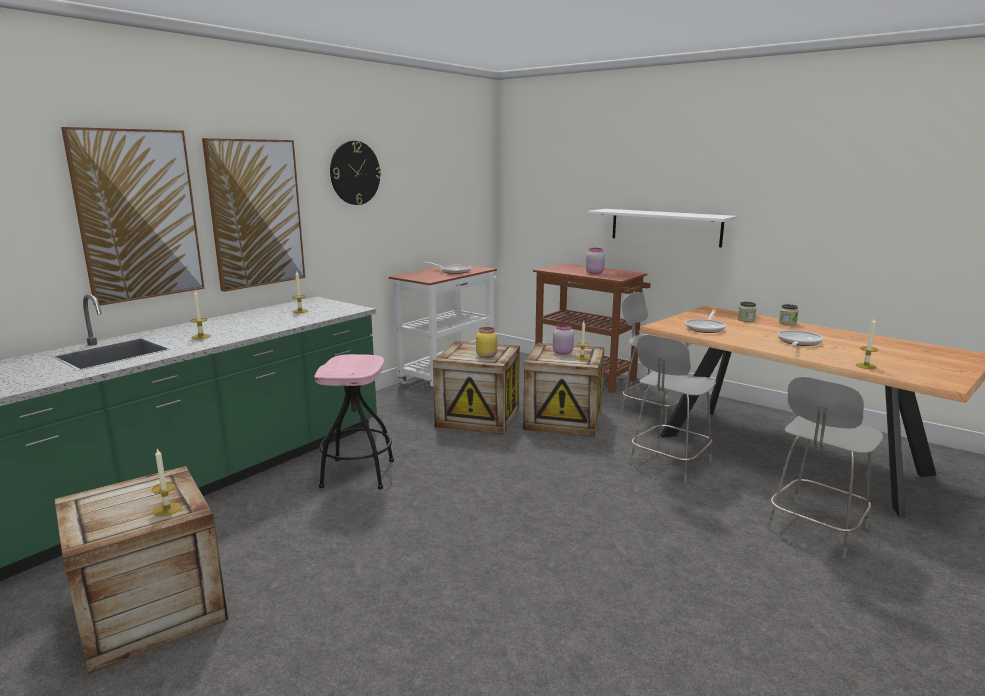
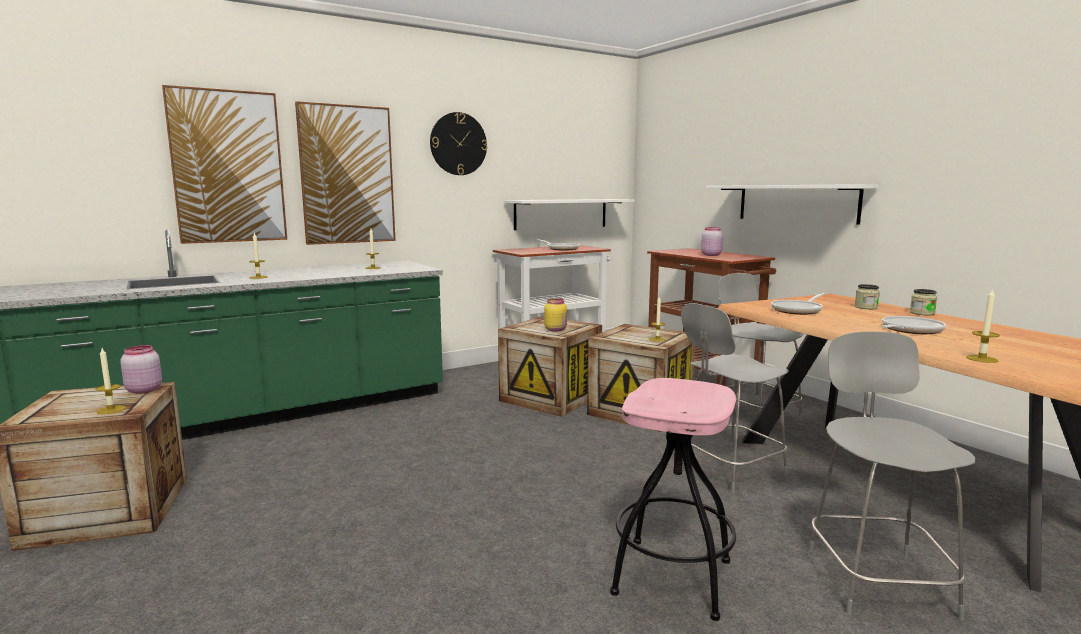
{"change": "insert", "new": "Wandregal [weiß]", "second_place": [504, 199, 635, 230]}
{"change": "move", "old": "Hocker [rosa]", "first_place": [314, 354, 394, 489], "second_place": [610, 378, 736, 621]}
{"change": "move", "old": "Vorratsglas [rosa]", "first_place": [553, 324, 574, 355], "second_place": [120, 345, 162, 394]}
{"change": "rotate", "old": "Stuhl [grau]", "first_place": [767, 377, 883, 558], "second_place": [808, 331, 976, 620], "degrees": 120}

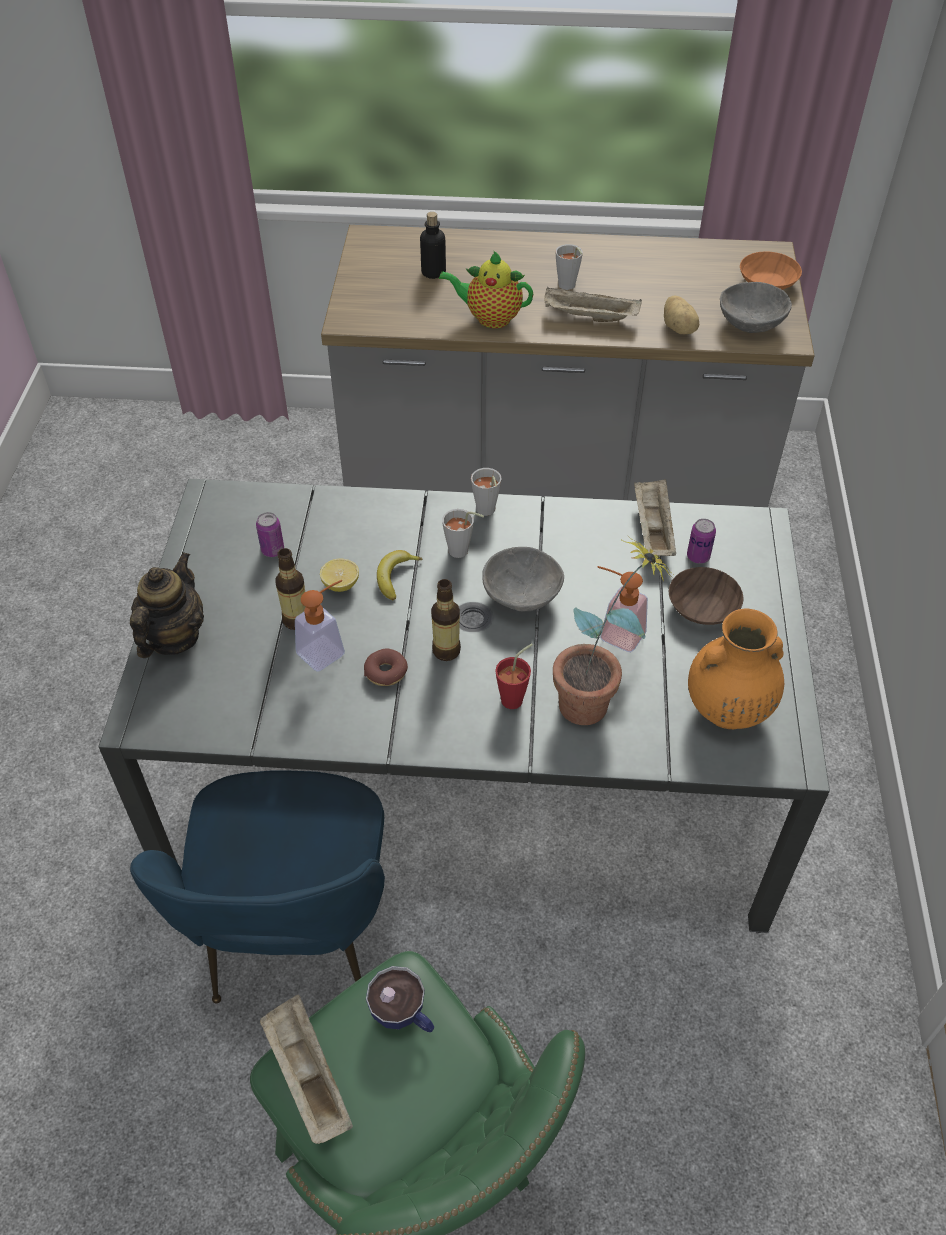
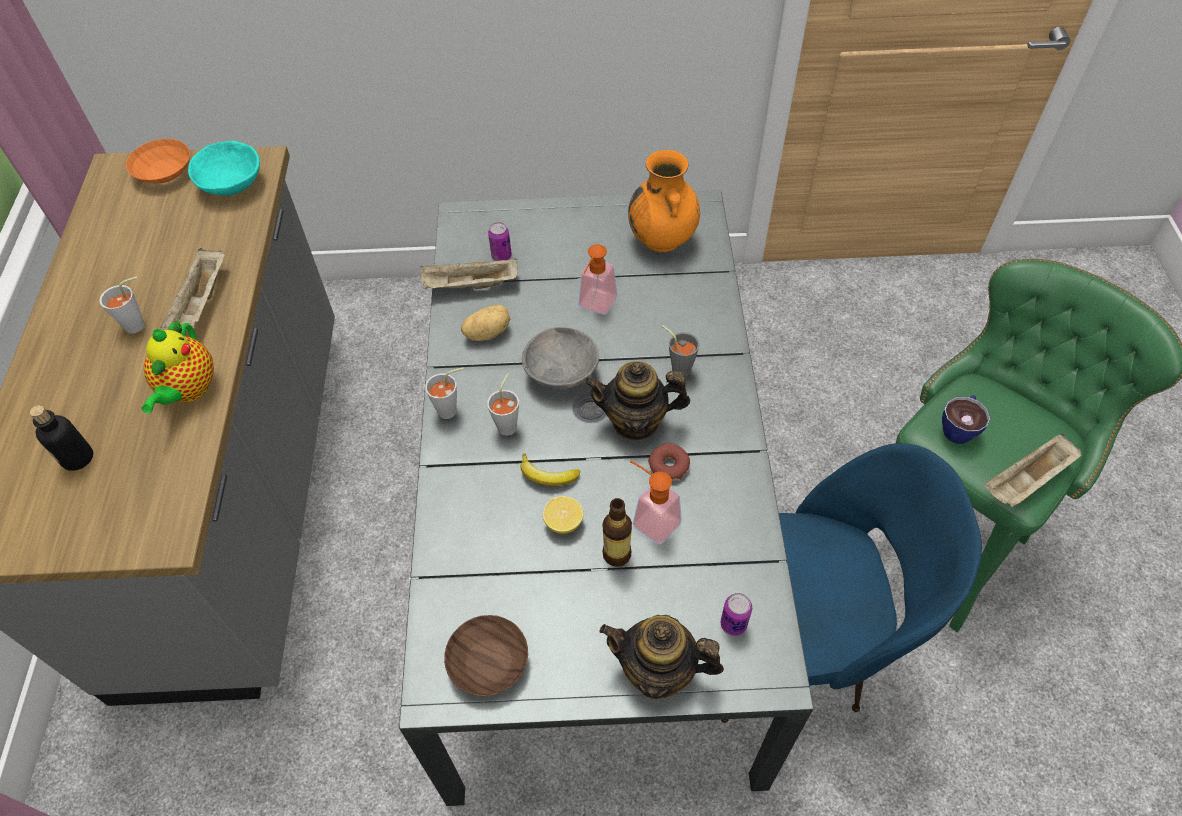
{"change": "delete", "old": "Topfpflanze", "first_place": [553, 535, 673, 725]}
{"change": "move", "old": "Dose", "first_place": [256, 512, 284, 557], "second_place": [721, 593, 752, 636]}
{"change": "move", "old": "Kartoffel", "first_place": [664, 296, 699, 334], "second_place": [461, 305, 510, 341]}
{"change": "move", "old": "Schüssel [braun]", "first_place": [669, 567, 744, 625], "second_place": [444, 615, 528, 696]}
{"change": "replace", "old": "Flasche", "new": "Teekanne", "first_place": [431, 579, 461, 661], "second_place": [584, 361, 690, 441]}
{"change": "recolor", "old": "Tasse [rot]", "new": "Tasse [grau]", "first_place": [495, 643, 533, 709], "second_place": [662, 325, 699, 377]}
{"change": "recolor", "old": "Schüssel [grau]", "new": "Schüssel [türkis]", "first_place": [720, 282, 792, 333], "second_place": [188, 141, 260, 196]}

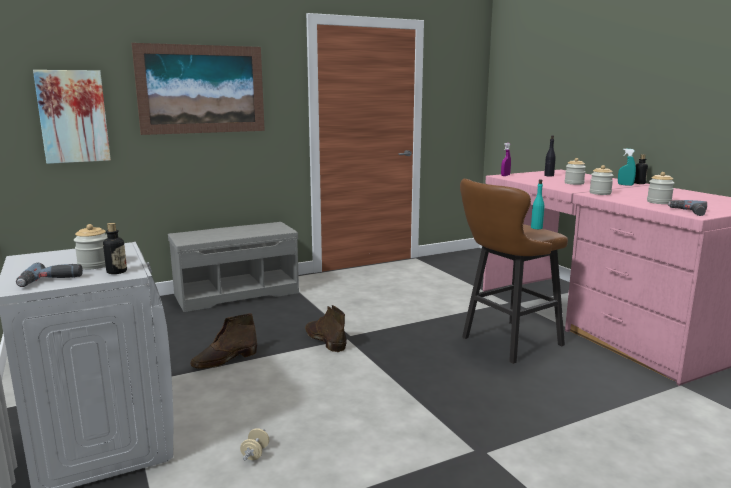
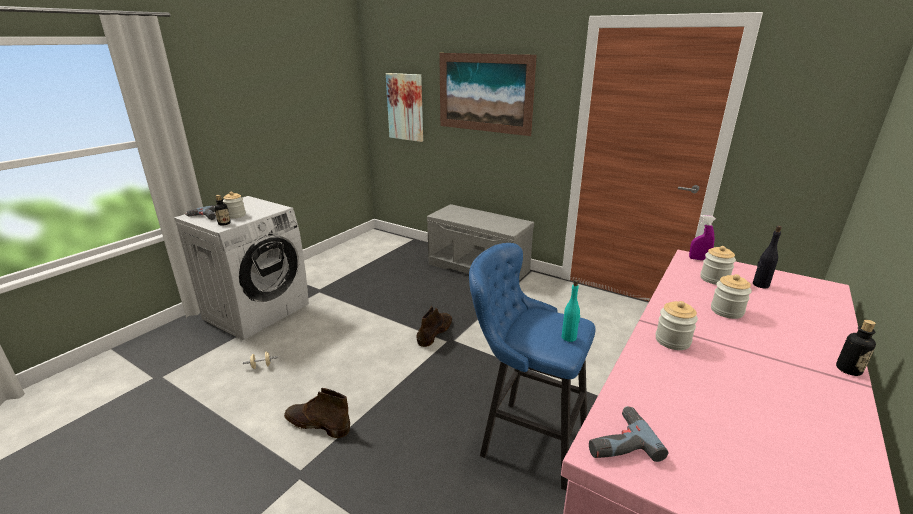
{"change": "delete", "old": "Sprühflasche [türkis]", "first_place": [618, 149, 636, 186]}
{"change": "move", "old": "Stiefel [braun]", "first_place": [190, 313, 257, 369], "second_place": [284, 388, 350, 438]}
{"change": "move", "old": "Vorratsglas", "first_place": [647, 172, 674, 204], "second_place": [700, 246, 736, 285]}
{"change": "recolor", "old": "Hocker [braun]", "new": "Hocker [blau]", "first_place": [460, 179, 568, 364], "second_place": [469, 243, 596, 491]}

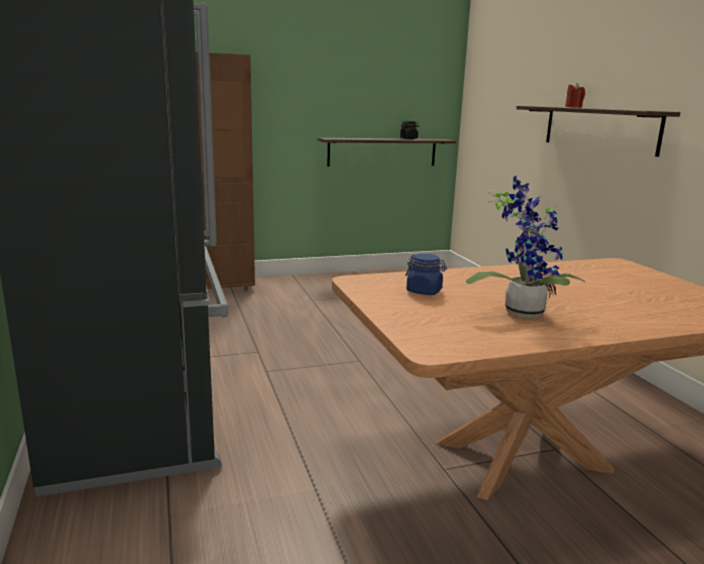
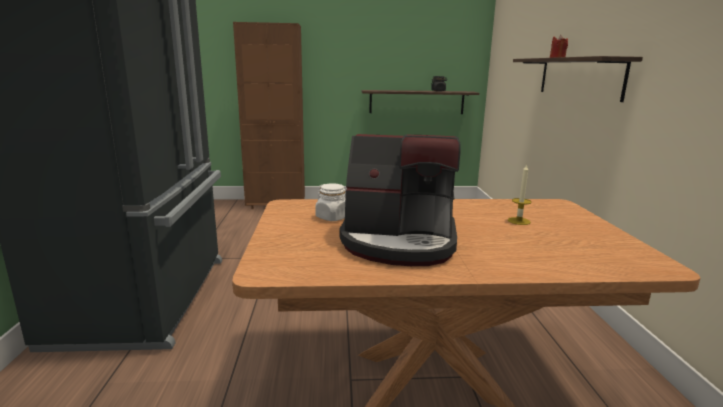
{"change": "insert", "new": "Kerze", "second_place": [508, 164, 532, 225]}
{"change": "replace", "old": "Topfpflanze", "new": "Kaffeemaschine", "first_place": [466, 176, 586, 318], "second_place": [339, 134, 461, 266]}
{"change": "recolor", "old": "Vorratsglas [blau]", "new": "Vorratsglas [weiß]", "first_place": [405, 254, 447, 295], "second_place": [315, 184, 346, 221]}

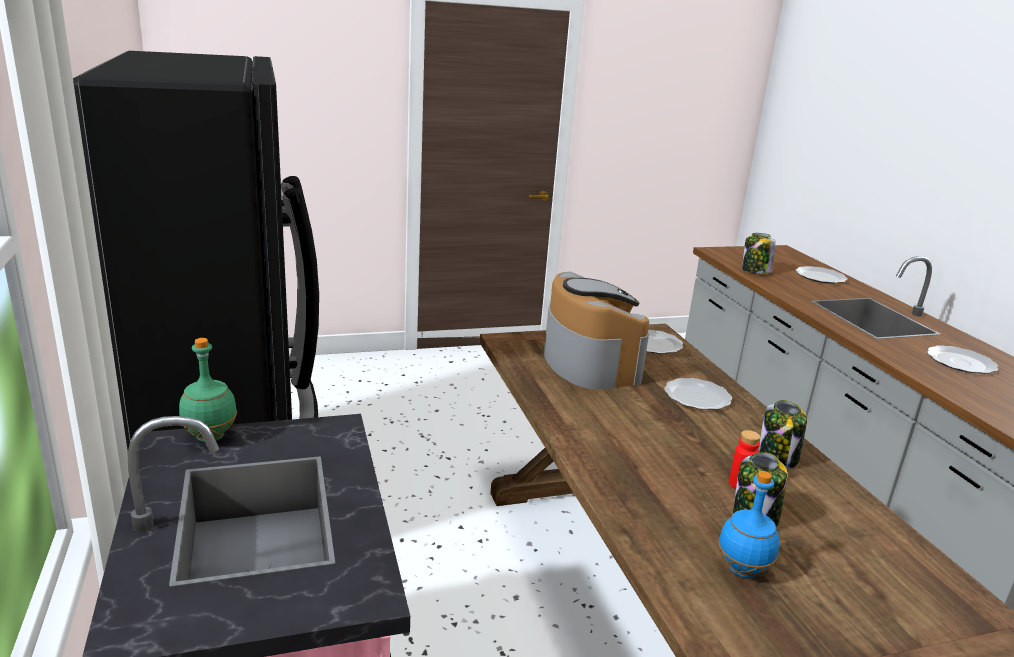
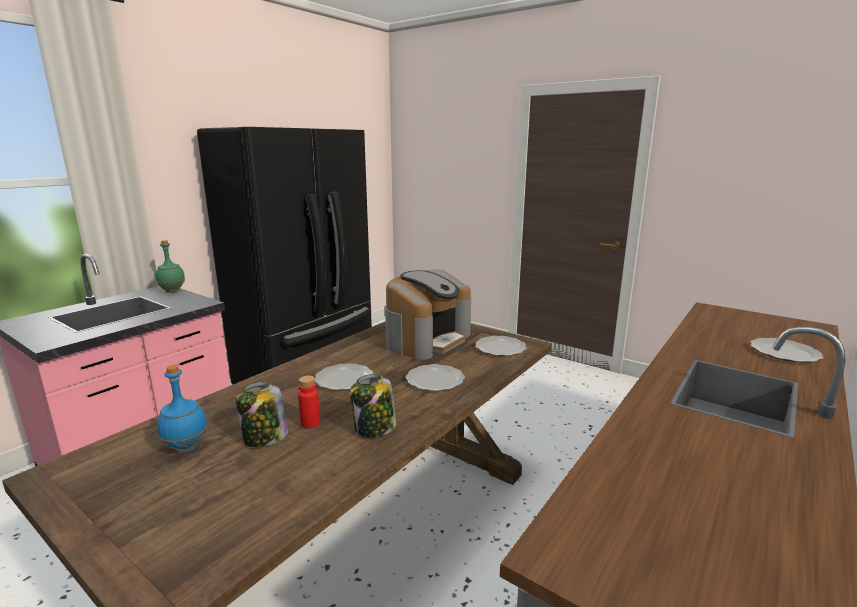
{"change": "delete", "old": "Vorratsglas", "first_place": [742, 233, 775, 274]}
{"change": "move", "old": "Teller", "first_place": [927, 345, 998, 374], "second_place": [315, 363, 373, 390]}

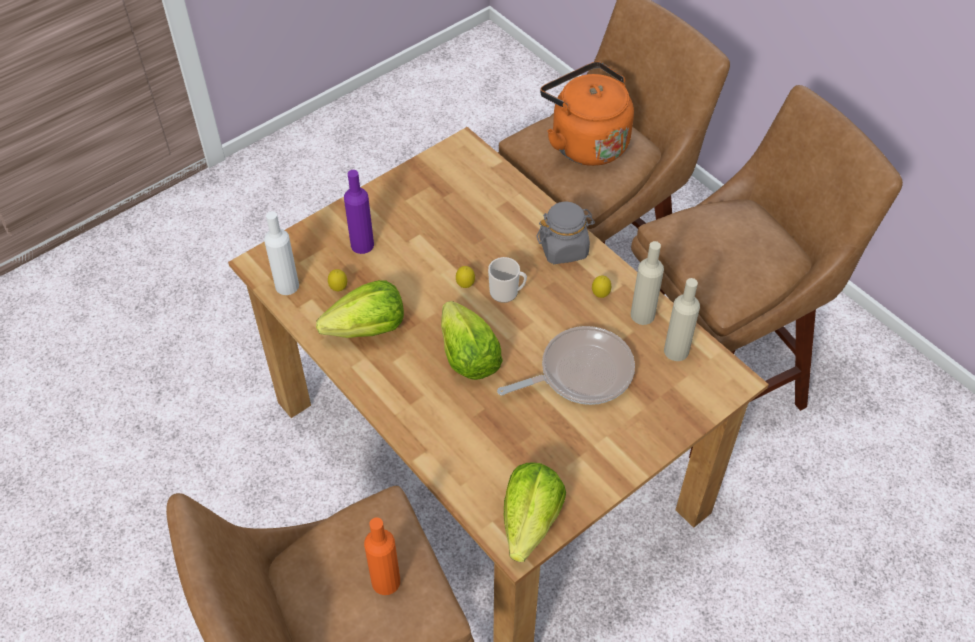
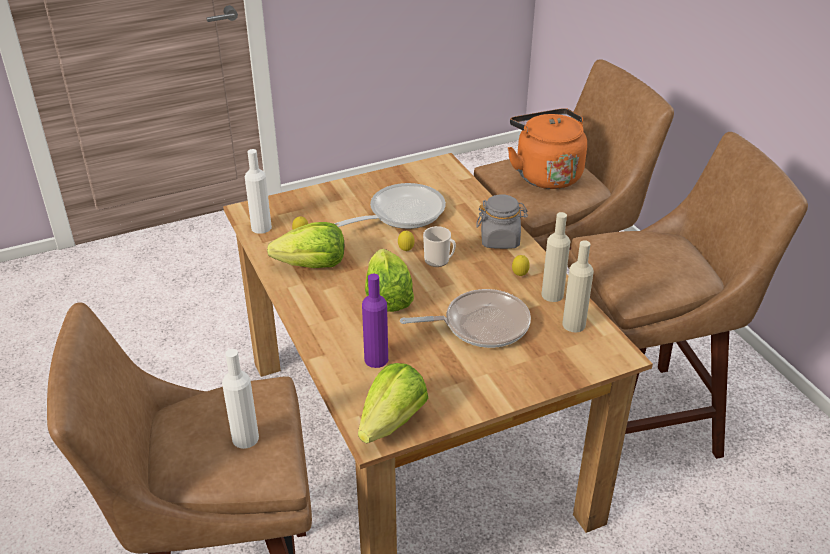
{"change": "insert", "new": "Pfanne", "second_place": [334, 183, 446, 229]}
{"change": "move", "old": "Flasche [lila]", "first_place": [344, 170, 374, 254], "second_place": [362, 274, 388, 368]}
{"change": "recolor", "old": "Flasche [orange]", "new": "Flasche [weiß]", "first_place": [364, 518, 400, 595], "second_place": [222, 349, 259, 449]}

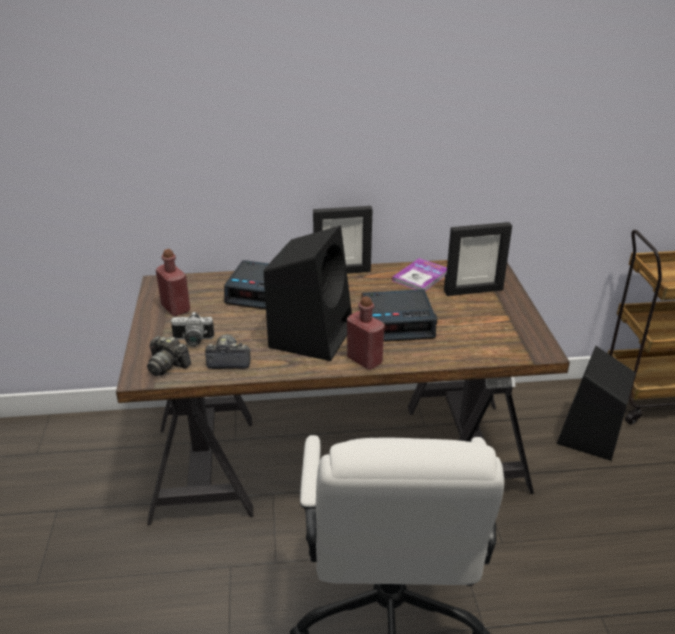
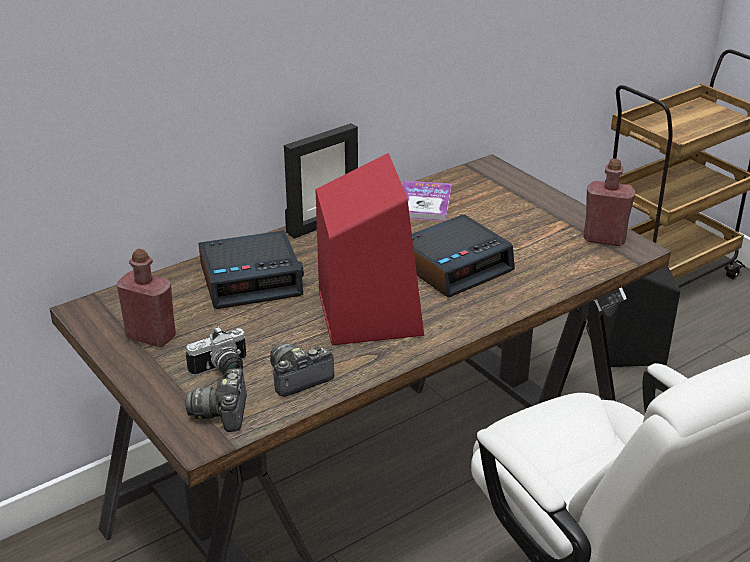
{"change": "delete", "old": "Bilderrahmen", "first_place": [444, 222, 512, 296]}
{"change": "move", "old": "Flasche [rot]", "first_place": [347, 296, 385, 370], "second_place": [583, 159, 635, 246]}
{"change": "recolor", "old": "Lautsprecher [schwarz]", "new": "Lautsprecher [rot]", "first_place": [264, 226, 352, 361], "second_place": [316, 153, 424, 345]}
{"change": "rotate", "old": "Kamera", "first_place": [147, 336, 191, 376], "second_place": [186, 368, 247, 432], "degrees": 90}

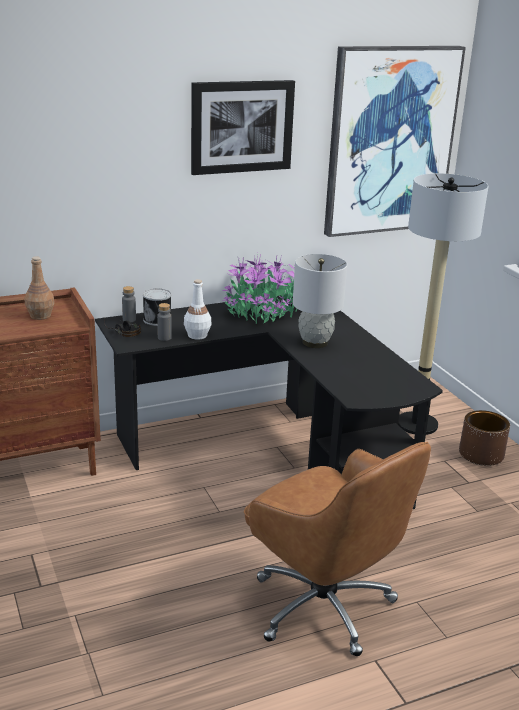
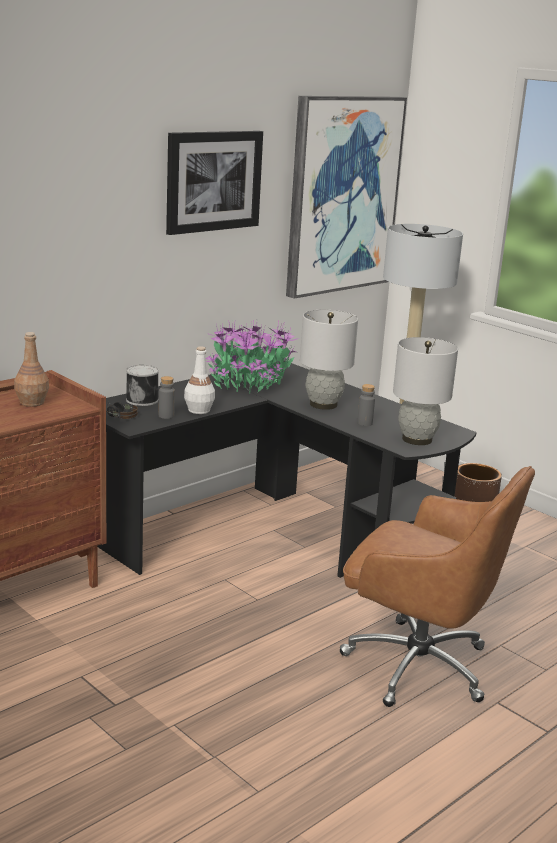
{"change": "insert", "new": "Tischlampe [weiß]", "second_place": [393, 337, 458, 445]}
{"change": "move", "old": "Flasche [grau]", "first_place": [122, 286, 136, 322], "second_place": [357, 384, 375, 426]}

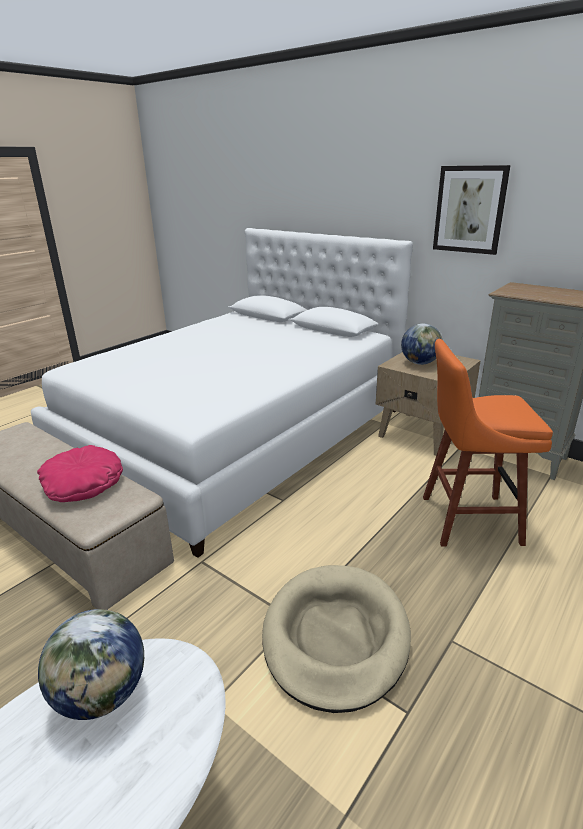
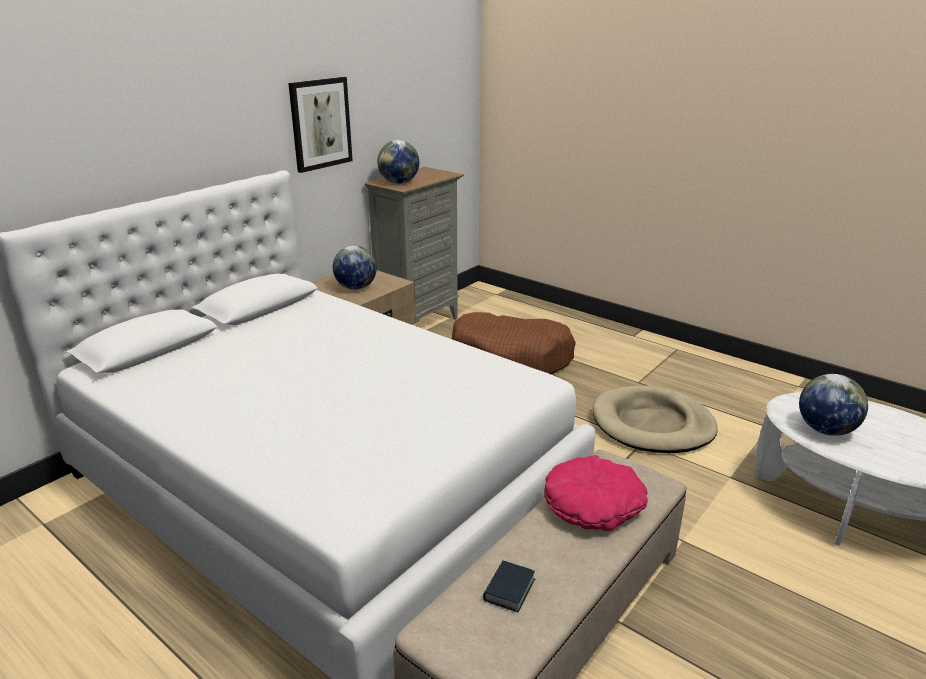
{"change": "insert", "new": "Globus", "second_place": [377, 140, 419, 184]}
{"change": "insert", "new": "Buch", "second_place": [483, 560, 535, 612]}
{"change": "replace", "old": "Hocker [orange]", "new": "Hundebett [braun]", "first_place": [423, 339, 553, 546], "second_place": [452, 312, 576, 374]}

